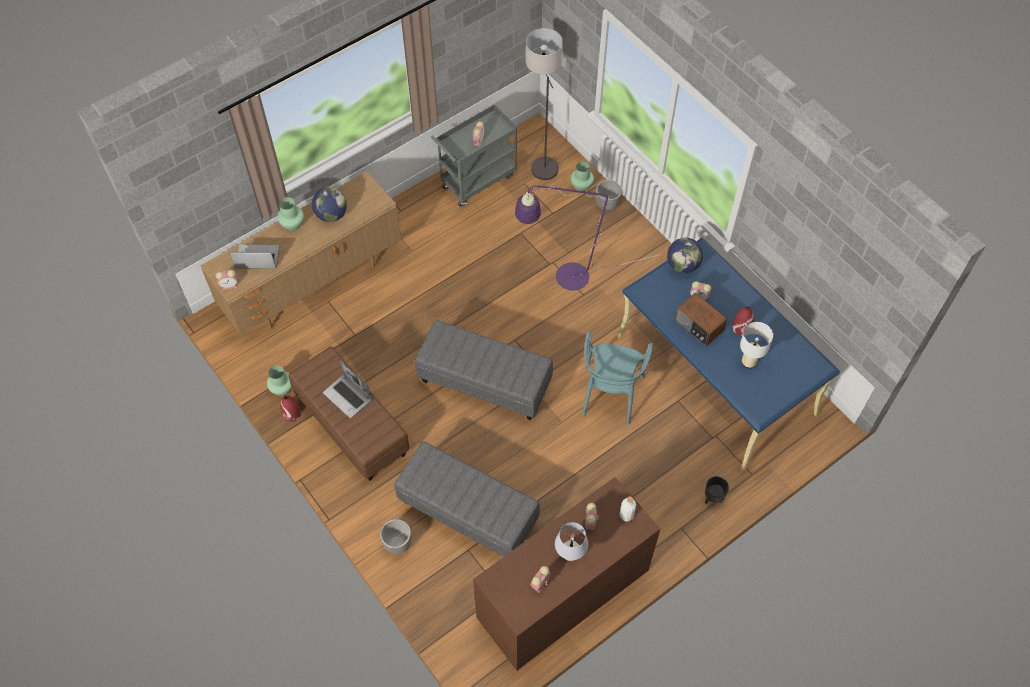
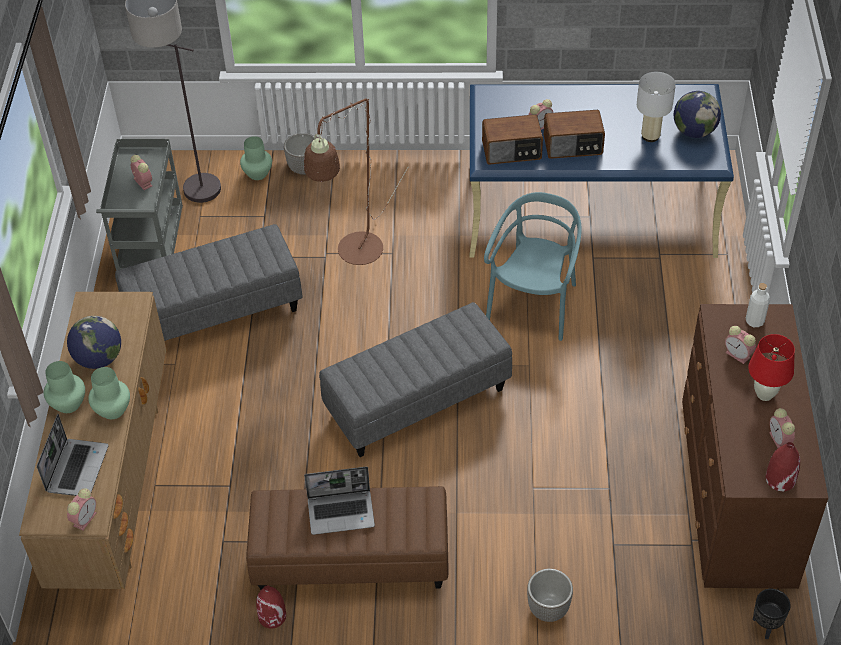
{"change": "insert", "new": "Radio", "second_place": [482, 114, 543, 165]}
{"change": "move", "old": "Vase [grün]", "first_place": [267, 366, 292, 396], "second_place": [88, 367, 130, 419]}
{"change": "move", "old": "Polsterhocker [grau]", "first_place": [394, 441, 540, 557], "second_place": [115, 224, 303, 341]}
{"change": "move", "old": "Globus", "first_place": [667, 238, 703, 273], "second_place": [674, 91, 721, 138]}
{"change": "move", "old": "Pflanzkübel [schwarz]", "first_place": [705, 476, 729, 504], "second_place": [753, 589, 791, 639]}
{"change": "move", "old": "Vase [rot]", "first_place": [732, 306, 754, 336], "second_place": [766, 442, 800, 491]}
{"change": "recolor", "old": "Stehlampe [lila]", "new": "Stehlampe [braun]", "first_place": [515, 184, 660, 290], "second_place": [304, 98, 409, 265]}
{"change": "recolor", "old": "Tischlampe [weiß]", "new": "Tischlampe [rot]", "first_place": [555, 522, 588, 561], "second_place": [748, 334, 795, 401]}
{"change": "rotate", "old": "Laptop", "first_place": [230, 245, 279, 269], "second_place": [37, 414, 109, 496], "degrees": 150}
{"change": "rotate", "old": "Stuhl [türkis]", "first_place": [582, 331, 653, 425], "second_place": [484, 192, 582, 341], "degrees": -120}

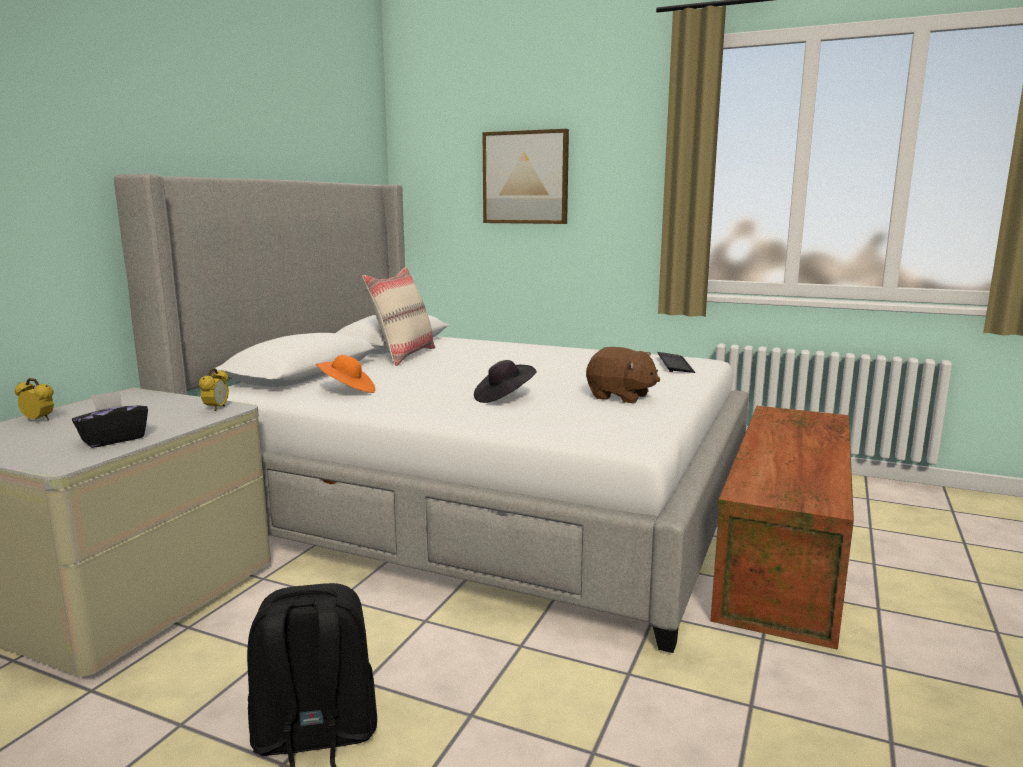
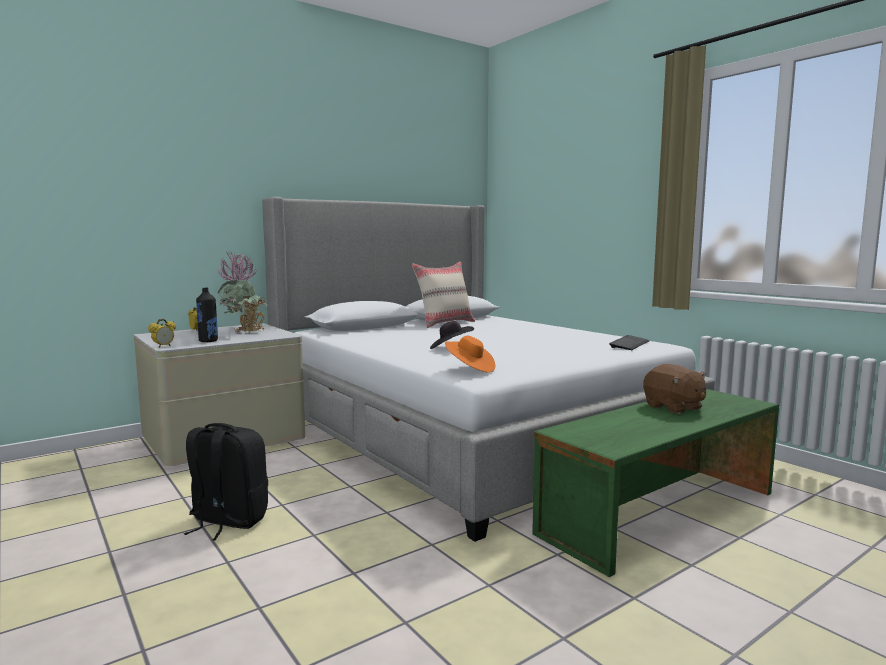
{"change": "delete", "old": "Bild", "first_place": [483, 129, 569, 224]}
{"change": "insert", "new": "Topfpflanze", "second_place": [217, 253, 267, 332]}
{"change": "move", "old": "Wecker", "first_place": [199, 368, 229, 411], "second_place": [148, 319, 176, 348]}
{"change": "move", "old": "Hut [orange]", "first_place": [316, 355, 376, 393], "second_place": [445, 336, 495, 373]}
{"change": "move", "old": "Plüschtier [braun]", "first_place": [586, 347, 660, 403], "second_place": [643, 364, 707, 414]}
{"change": "replace", "old": "Taschentuchbox [schwarz]", "new": "Flasche [schwarz]", "first_place": [72, 391, 148, 448], "second_place": [196, 287, 218, 342]}
{"change": "recolor", "old": "Bank [braun]", "new": "Bank [grün]", "first_place": [710, 406, 854, 650], "second_place": [532, 389, 779, 577]}

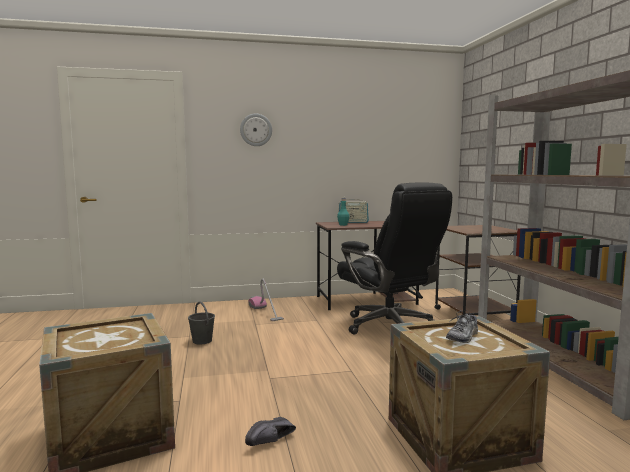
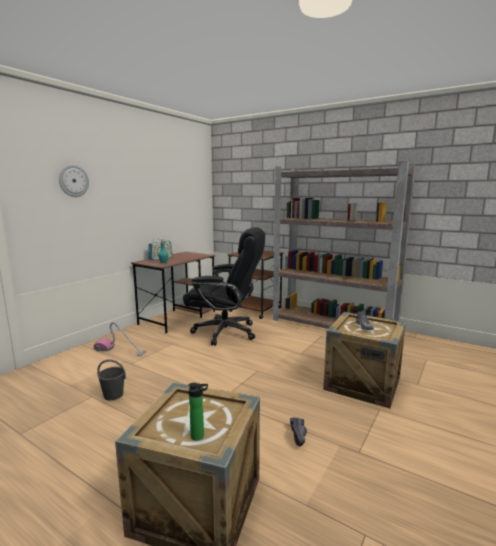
{"change": "insert", "new": "Flasche", "second_place": [188, 383, 208, 440]}

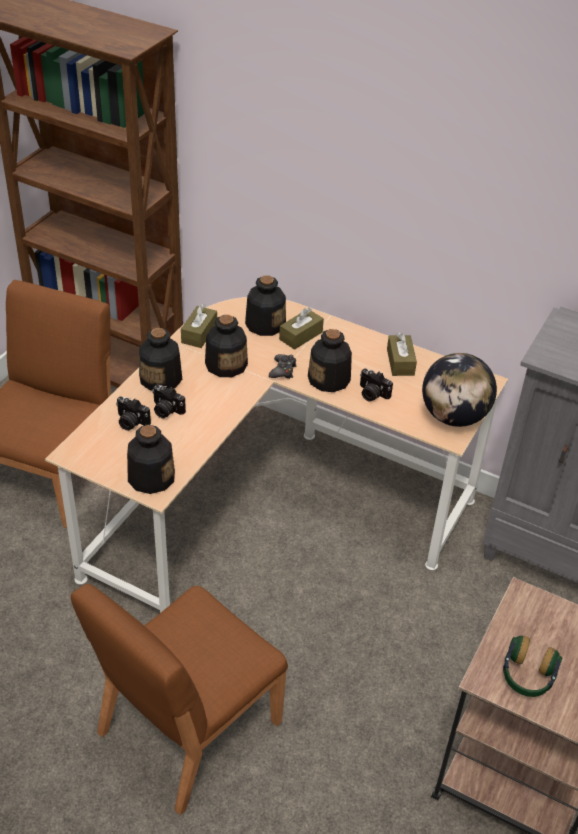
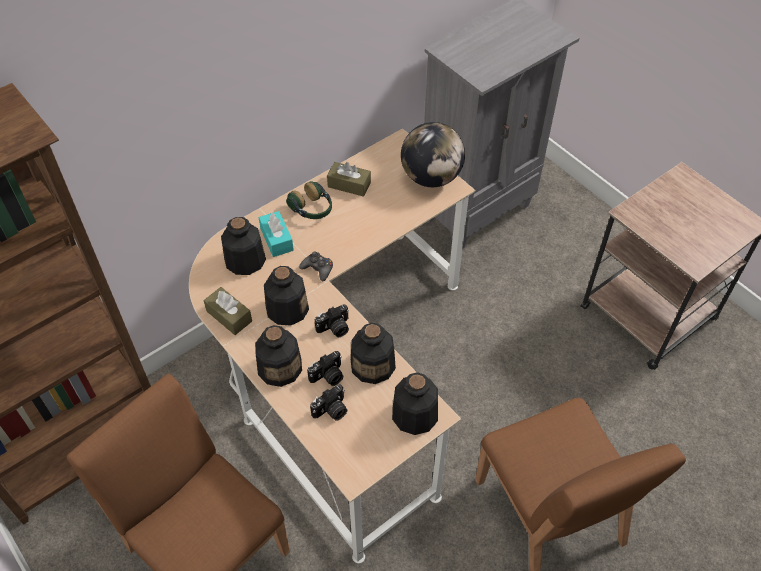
{"change": "move", "old": "Flasche", "first_place": [308, 329, 352, 392], "second_place": [351, 323, 396, 384]}
{"change": "move", "old": "Kamera", "first_place": [360, 368, 393, 402], "second_place": [315, 305, 349, 337]}
{"change": "move", "old": "Kopfhörer", "first_place": [503, 635, 562, 697], "second_place": [286, 181, 332, 219]}
{"change": "recolor", "old": "Taschentuchbox [braun]", "new": "Taschentuchbox [türkis]", "first_place": [279, 307, 324, 350], "second_place": [259, 211, 294, 257]}

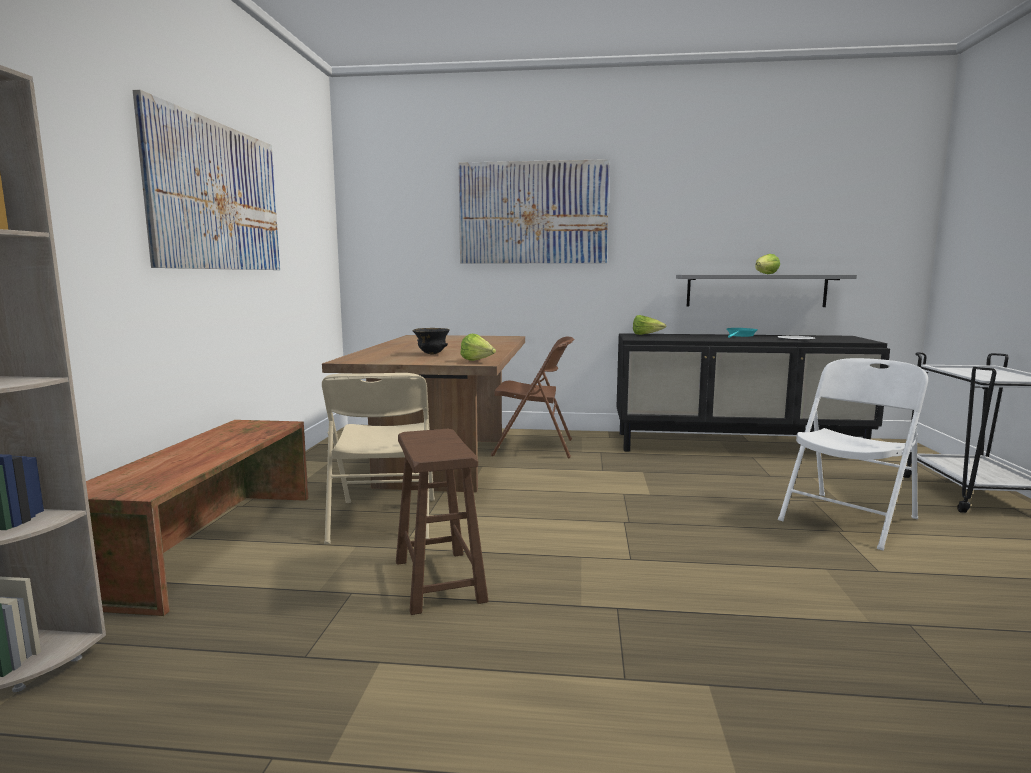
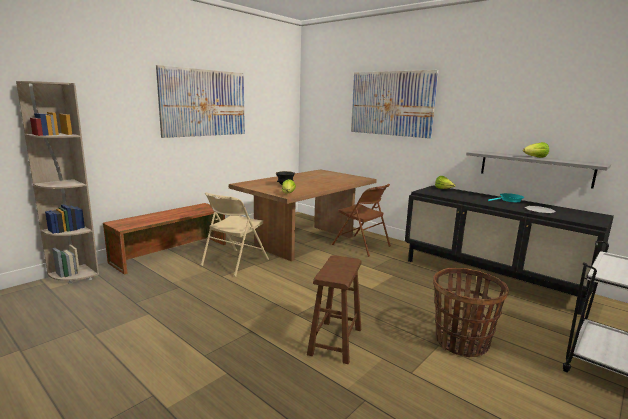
{"change": "move", "old": "Hocker [braun]", "first_place": [396, 429, 488, 615], "second_place": [307, 255, 362, 364]}
{"change": "replace", "old": "Stuhl [weiß]", "new": "Korb", "first_place": [778, 358, 928, 551], "second_place": [433, 268, 509, 357]}

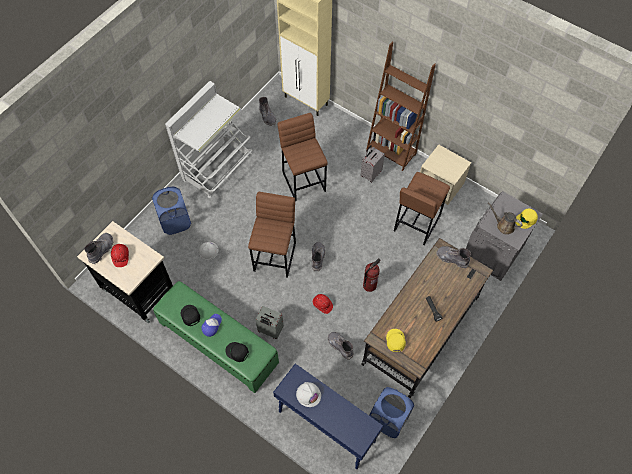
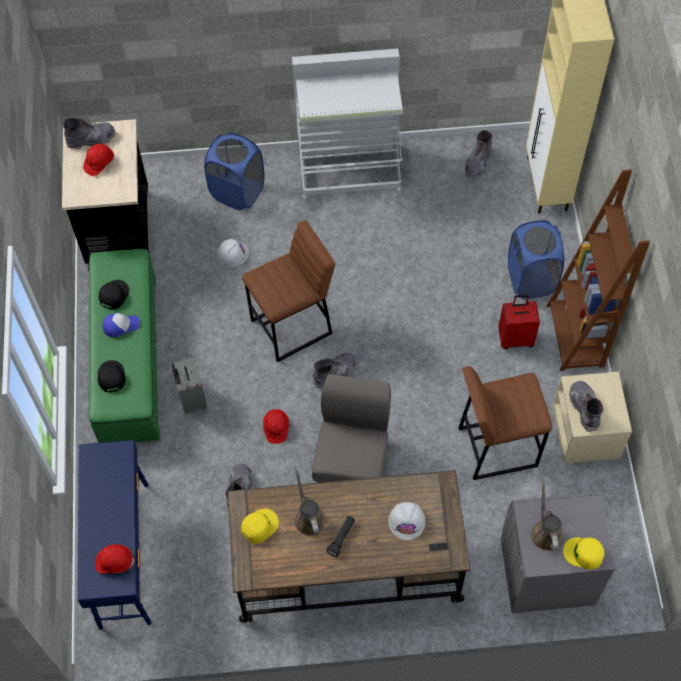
{"change": "delete", "old": "Hocker [braun]", "first_place": [277, 113, 328, 201]}
{"change": "insert", "new": "Schutzhelm [rot]", "second_place": [95, 544, 135, 574]}
{"change": "insert", "new": "Gießkanne [braun]", "second_place": [295, 467, 325, 536]}
{"change": "move", "old": "Schutzhelm [weiß]", "first_place": [296, 382, 321, 407], "second_place": [388, 502, 425, 540]}
{"change": "move", "old": "Wäschekorb [blau]", "first_place": [369, 387, 414, 438], "second_place": [508, 220, 564, 299]}
{"change": "move", "old": "Stiefel [grau]", "first_place": [436, 246, 471, 269], "second_place": [569, 381, 603, 432]}
{"change": "replace", "old": "Feuerlöscher", "new": "Stuhl [grau]", "first_place": [363, 258, 380, 292], "second_place": [312, 374, 391, 483]}
{"change": "recolor", "old": "Koffer [grau]", "new": "Koffer [rot]", "first_place": [361, 145, 385, 182], "second_place": [498, 294, 540, 349]}

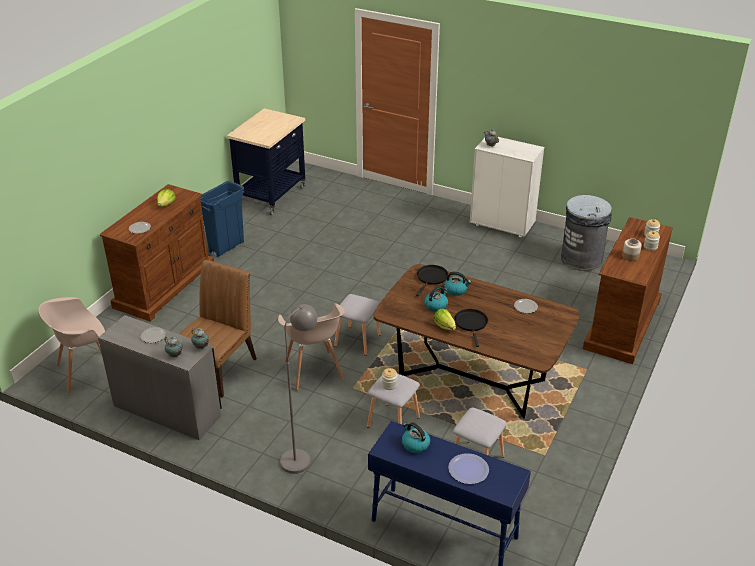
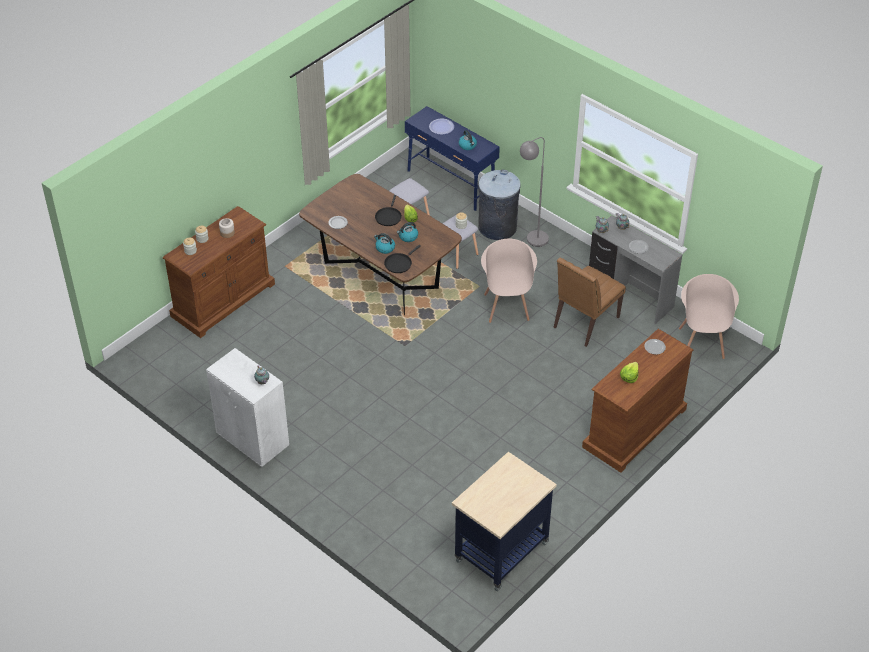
{"change": "delete", "old": "Mülleimer [blau]", "first_place": [200, 181, 244, 257]}
{"change": "delete", "old": "Hocker [grau]", "first_place": [334, 294, 381, 356]}
{"change": "move", "old": "Mülleimer [grau]", "first_place": [561, 195, 612, 271], "second_place": [478, 169, 521, 240]}
{"change": "rotate", "old": "Stuhl [beige]", "first_place": [39, 297, 105, 394], "second_place": [679, 274, 739, 359], "degrees": -75}

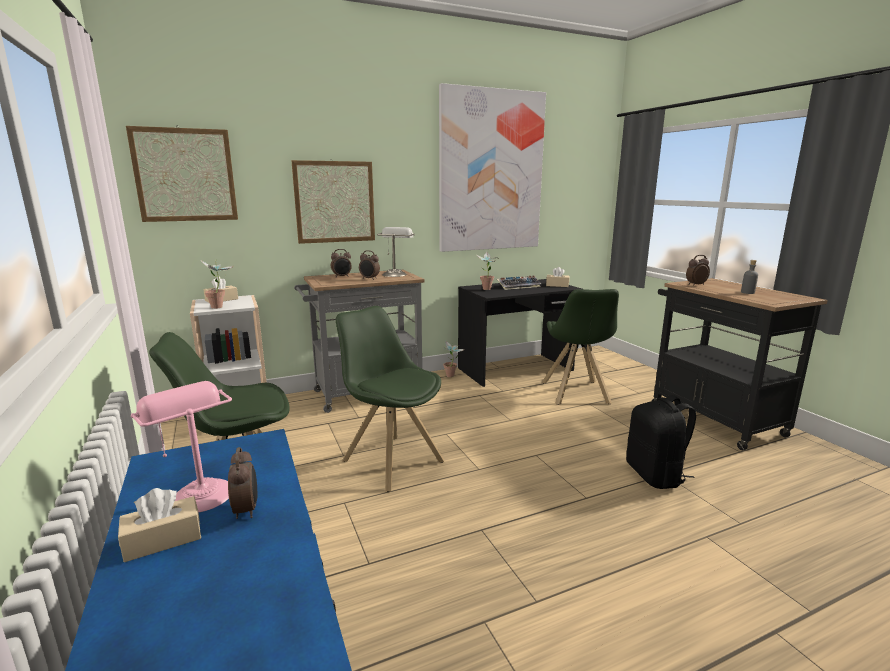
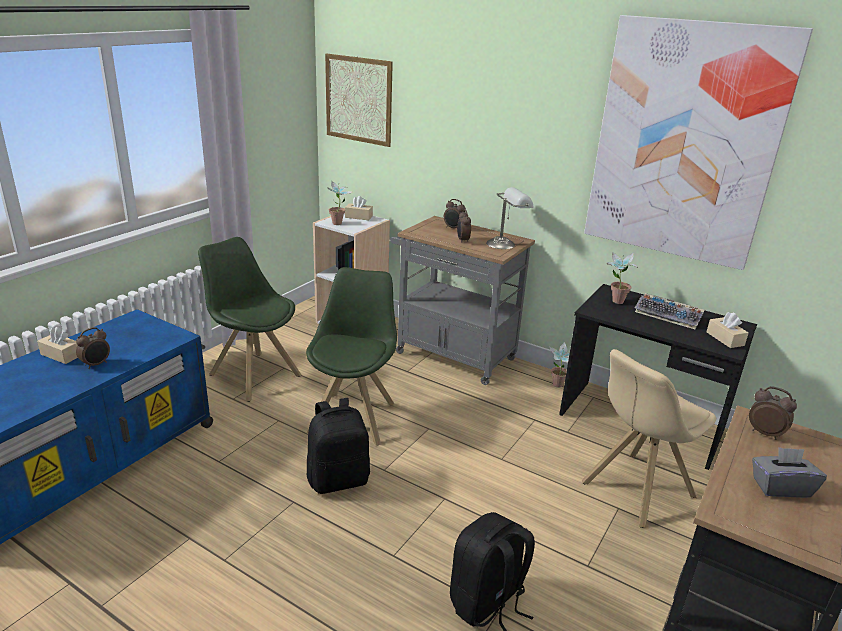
{"change": "delete", "old": "Tischlampe [rosa]", "first_place": [131, 381, 232, 513]}
{"change": "delete", "old": "Bild", "first_place": [291, 160, 375, 244]}
{"change": "insert", "new": "Rucksack [schwarz]", "second_place": [307, 398, 370, 494]}
{"change": "replace", "old": "Flasche [grau]", "new": "Taschentuchbox [grau]", "first_place": [741, 260, 758, 294], "second_place": [752, 447, 827, 498]}
{"change": "recolor", "old": "Stuhl [grün]", "new": "Stuhl [beige]", "first_place": [542, 289, 619, 405], "second_place": [582, 349, 716, 528]}

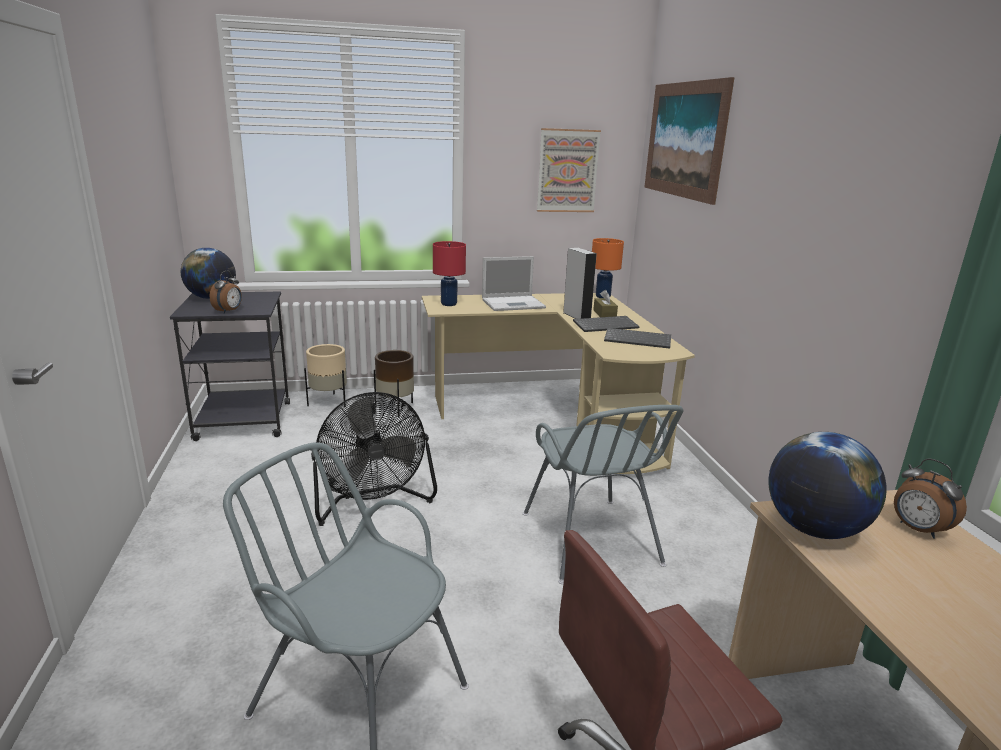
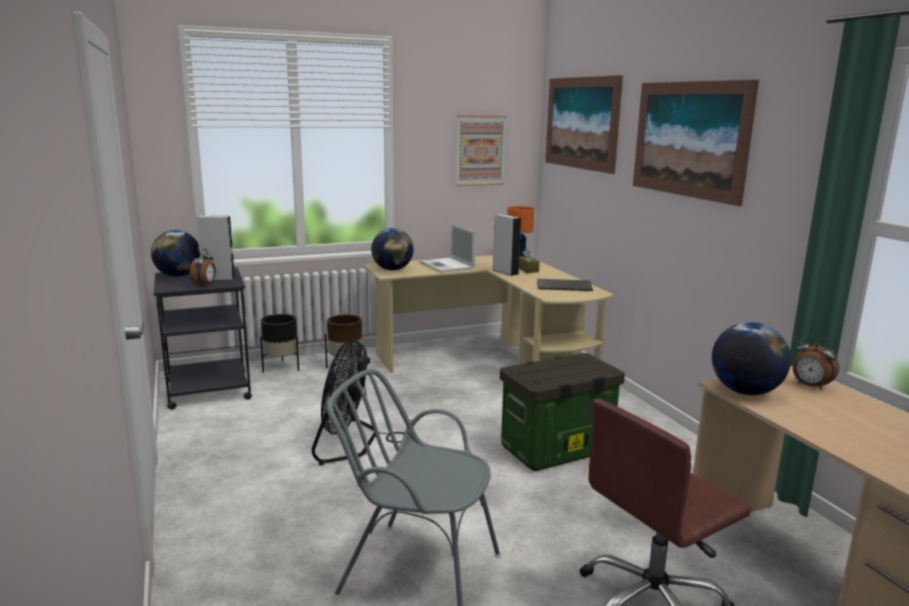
{"change": "delete", "old": "Tastatur", "first_place": [573, 316, 640, 332]}
{"change": "insert", "new": "Lautsprecher [grau]", "second_place": [196, 216, 235, 281]}
{"change": "insert", "new": "Bild", "second_place": [633, 80, 759, 206]}
{"change": "replace", "old": "Tischlampe [rot]", "new": "Globus", "first_place": [433, 241, 466, 306], "second_place": [371, 228, 413, 271]}
{"change": "replace", "old": "Stuhl [grau]", "new": "Aufbewahrungsbox", "first_place": [523, 405, 683, 584], "second_place": [500, 353, 625, 471]}
{"change": "recolor", "old": "Pflanzkübel [beige]", "new": "Pflanzkübel [schwarz]", "first_place": [304, 344, 347, 407], "second_place": [260, 314, 299, 373]}
{"change": "rotate", "old": "Ventilator [schwarz]", "first_place": [311, 392, 437, 526], "second_place": [312, 340, 404, 466], "degrees": 135}
{"change": "rotate", "old": "Laptop", "first_place": [482, 256, 546, 311], "second_place": [420, 224, 476, 273], "degrees": 90}

